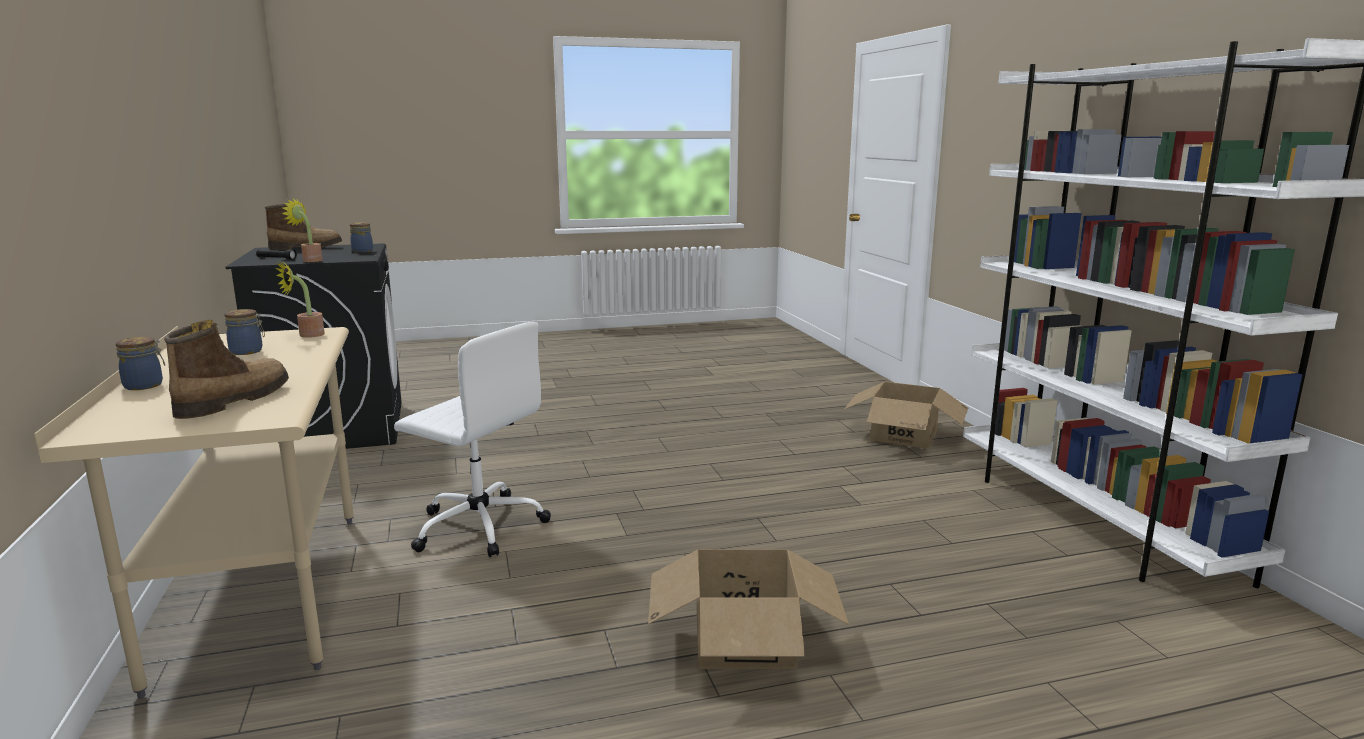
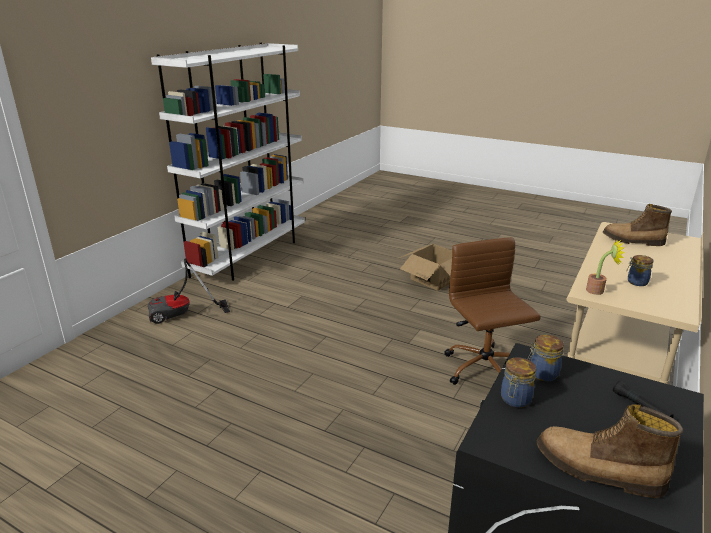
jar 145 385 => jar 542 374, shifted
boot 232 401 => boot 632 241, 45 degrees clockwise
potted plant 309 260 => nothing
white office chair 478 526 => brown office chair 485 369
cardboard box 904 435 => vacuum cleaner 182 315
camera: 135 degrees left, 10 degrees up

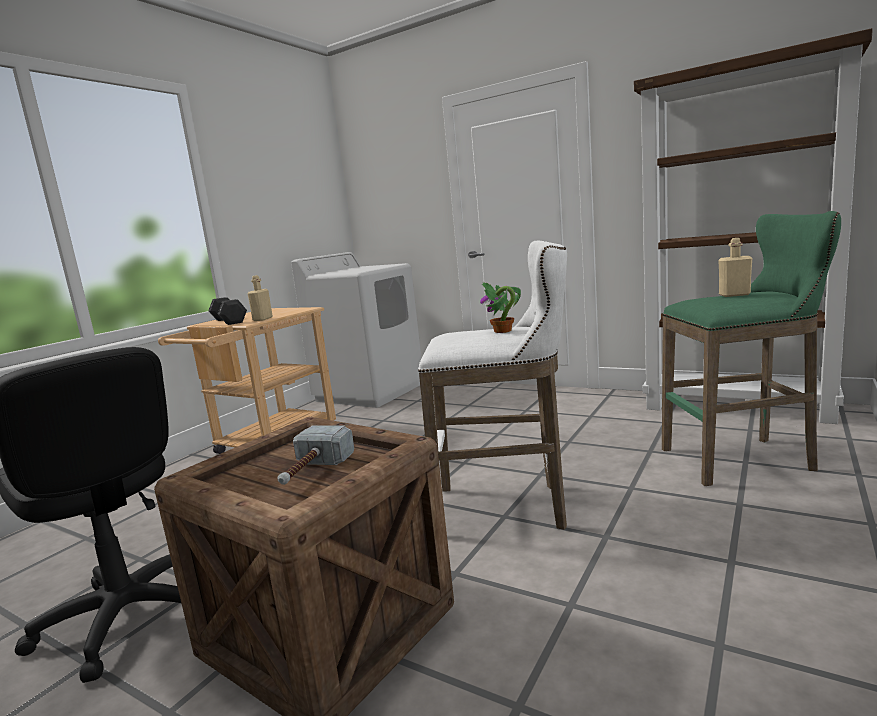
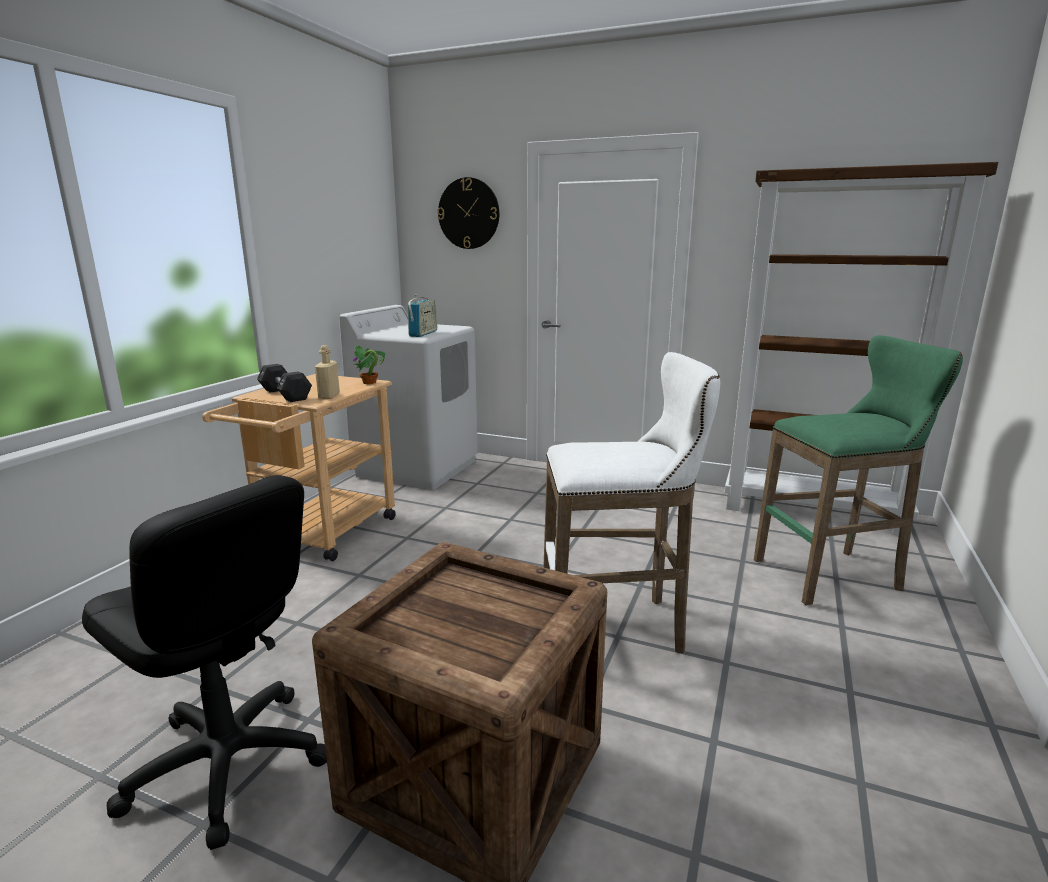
hammer 311 472 => nothing
potted plant 502 331 => potted plant 369 382, shifted
beige bottle 734 295 => nothing
nothing => radio 423 333
nothing => wall clock 469 213
camera: 10 degrees left, 5 degrees up

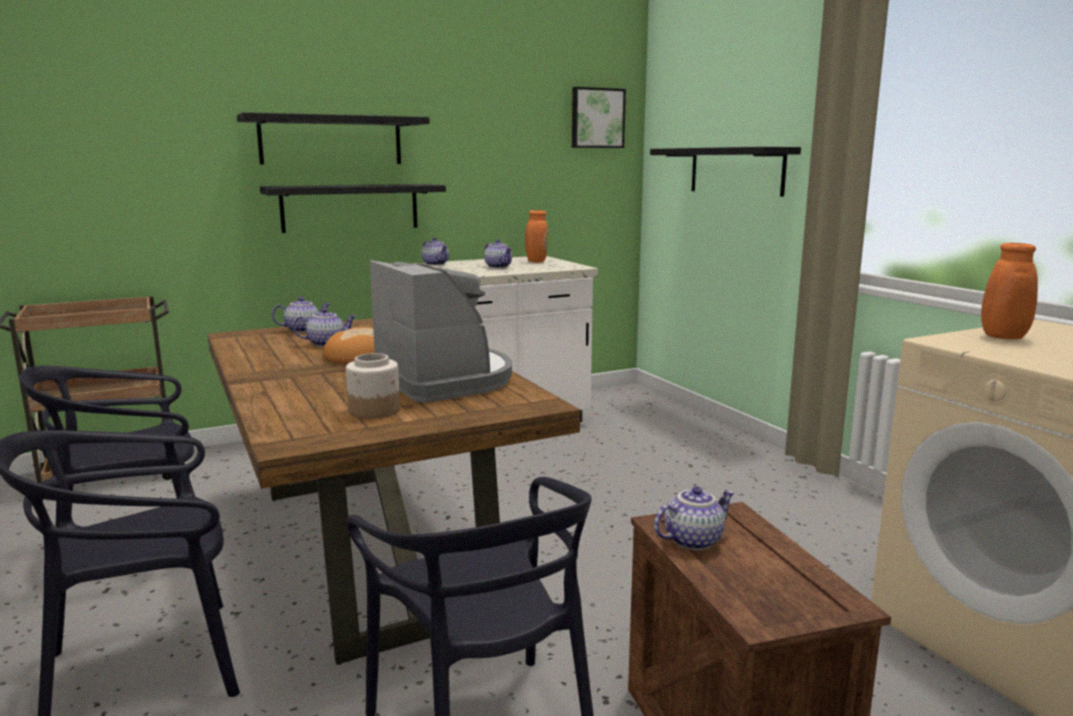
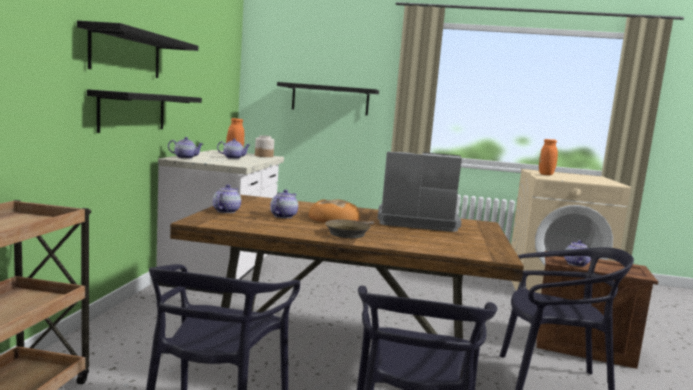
jar 375 410 => jar 264 156, shifted
picture 597 118 => nothing
nothing => brown frying pan 349 233
camera: 55 degrees left, 5 degrees down

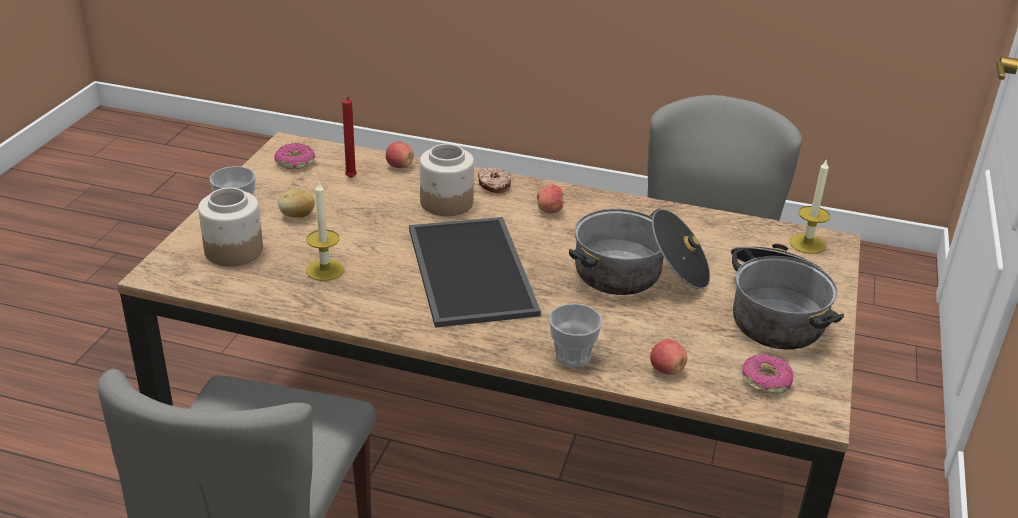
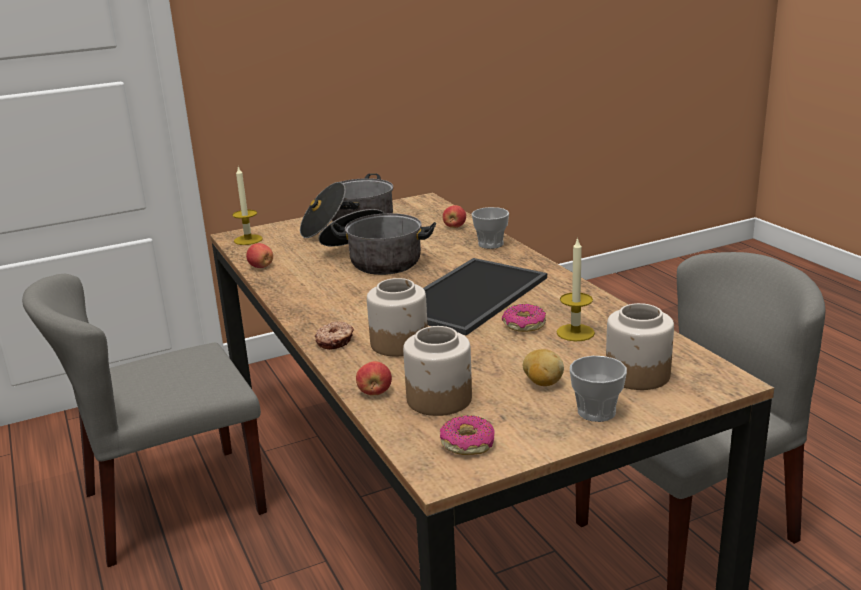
red candle 351 179 => jar 440 399
apple 550 210 => apple 261 267, shifted
donut 765 380 => donut 524 325, shifted
camera: 130 degrees left, 10 degrees down

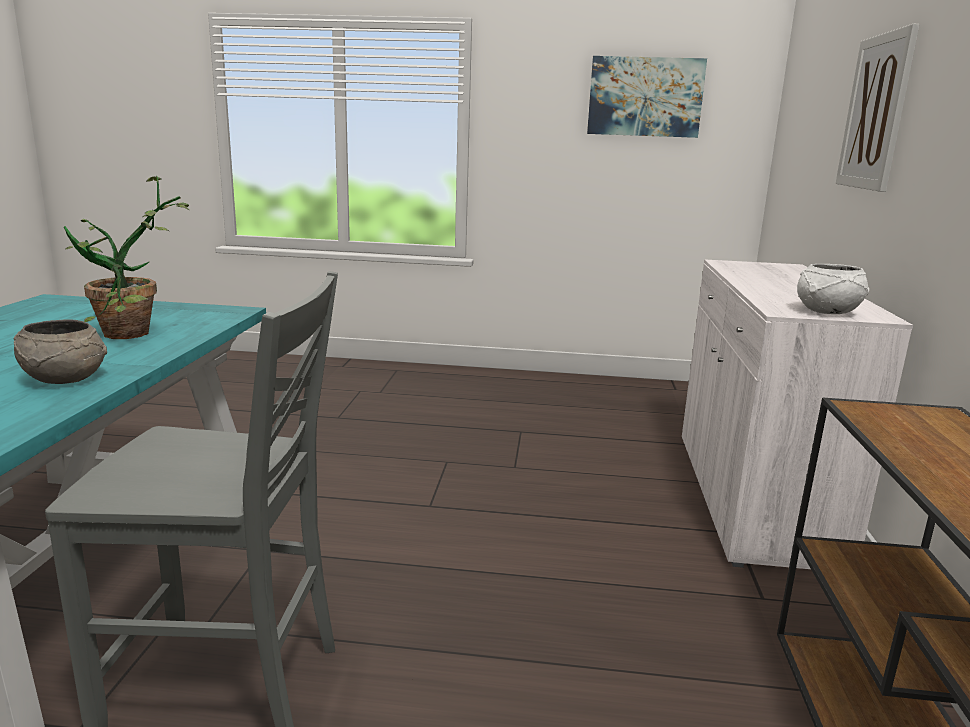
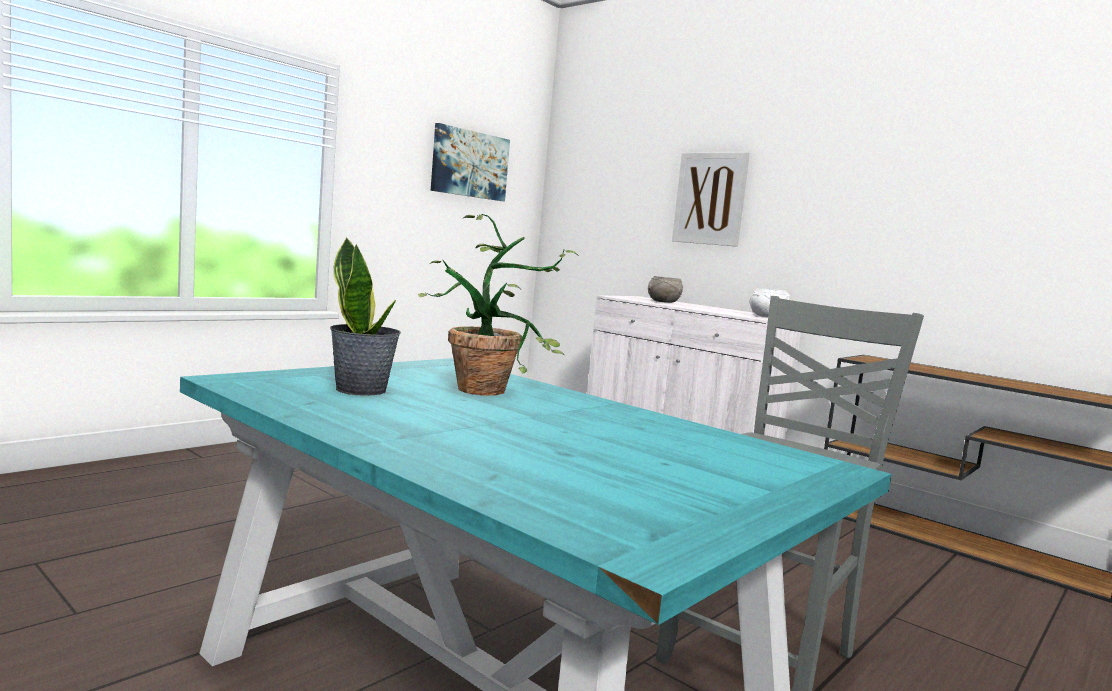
grey bowl 64 379 => grey bowl 663 302, shifted
nothing => potted plant 362 390
camera: 55 degrees left, 10 degrees down

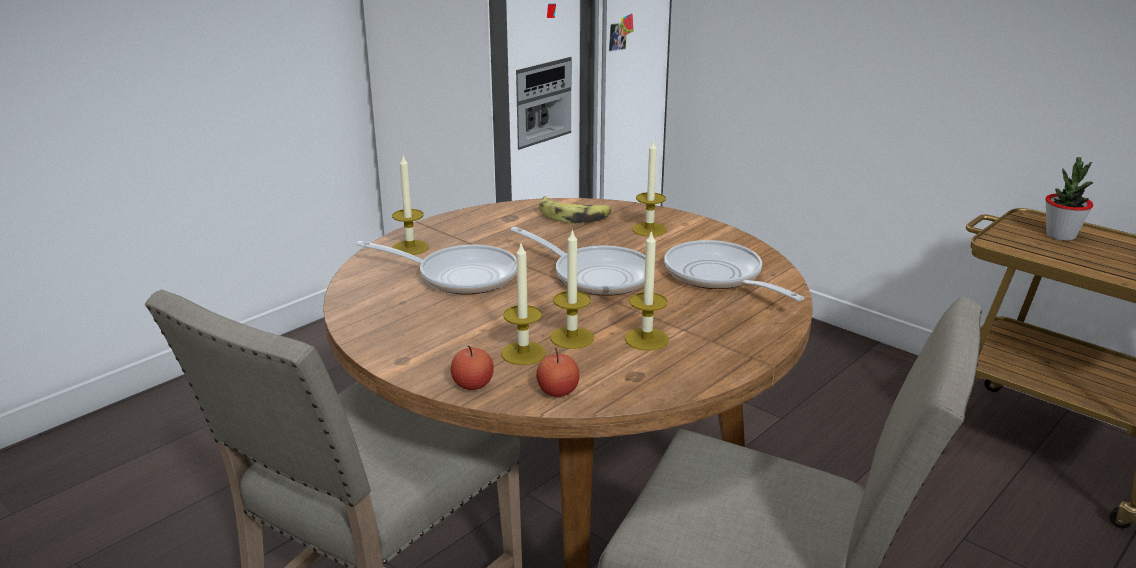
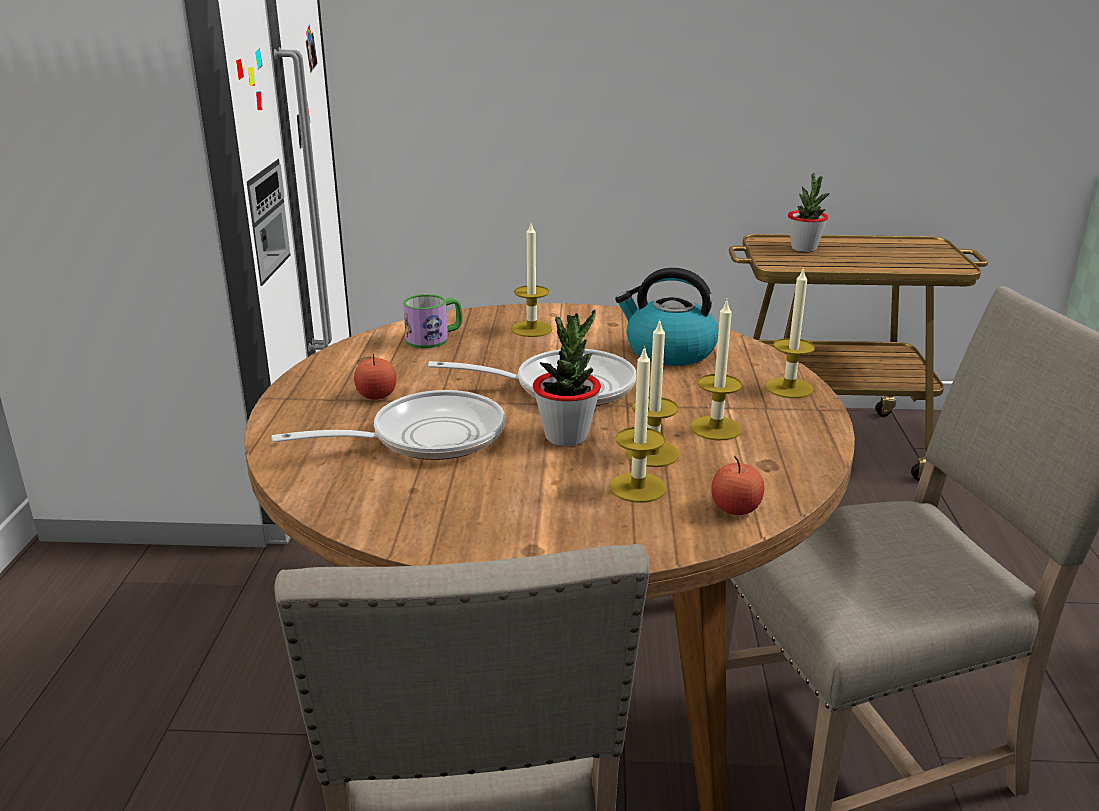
candle 410 247 => candle 789 388, shifted
apple 473 385 => apple 376 396, shifted
banana 574 216 => mug 434 338
frying pan 718 277 => kettle 668 352
nothing => potted plant 566 436
camera: 40 degrees left, 0 degrees up

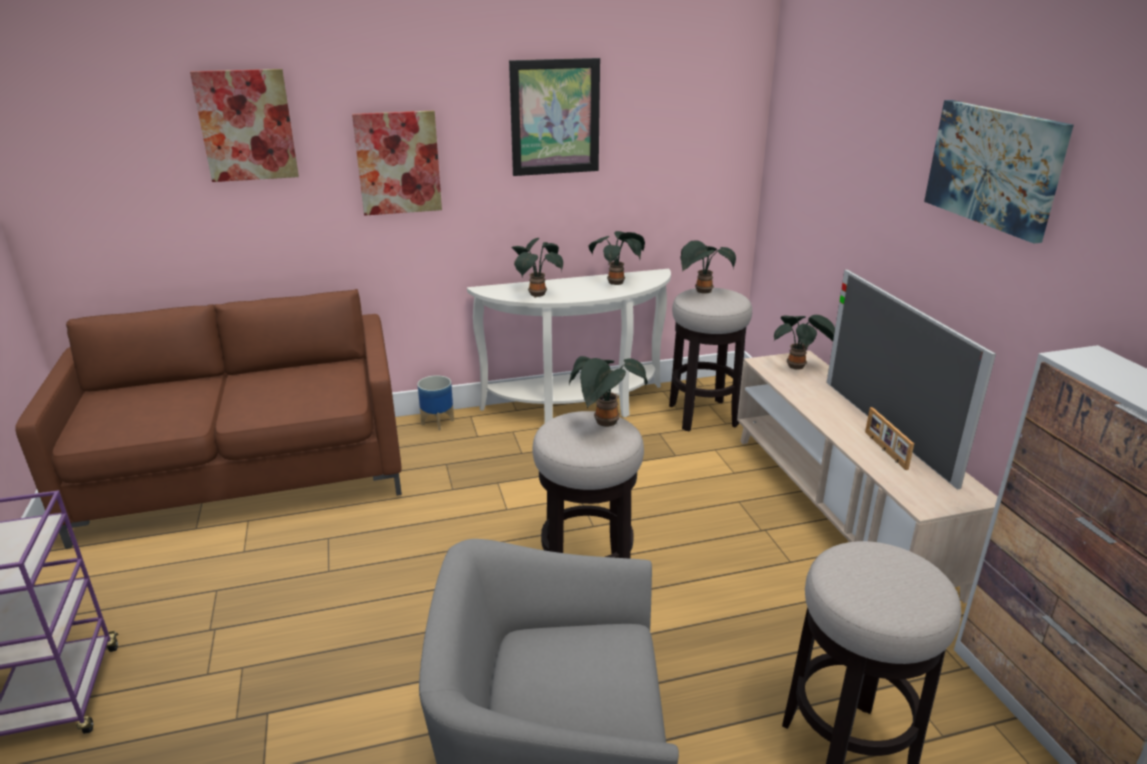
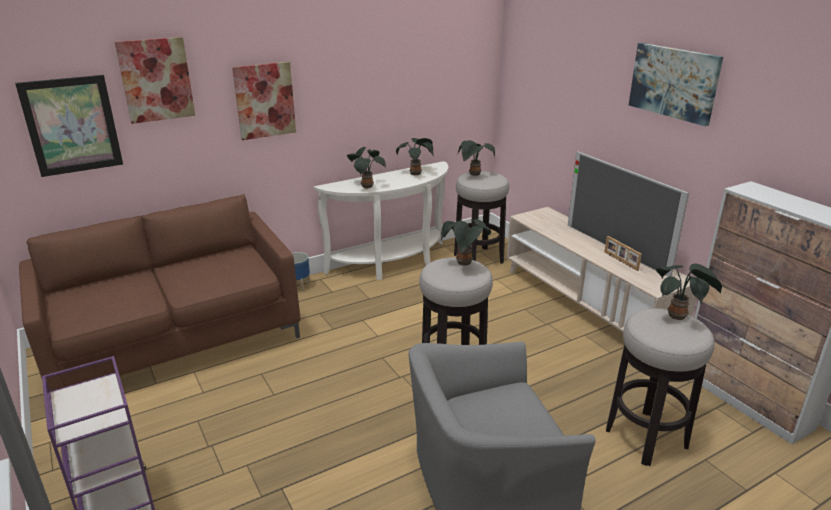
picture 555 117 => picture 72 125, shifted
potted plant 798 367 => potted plant 679 316, shifted
camera: 15 degrees left, 0 degrees up

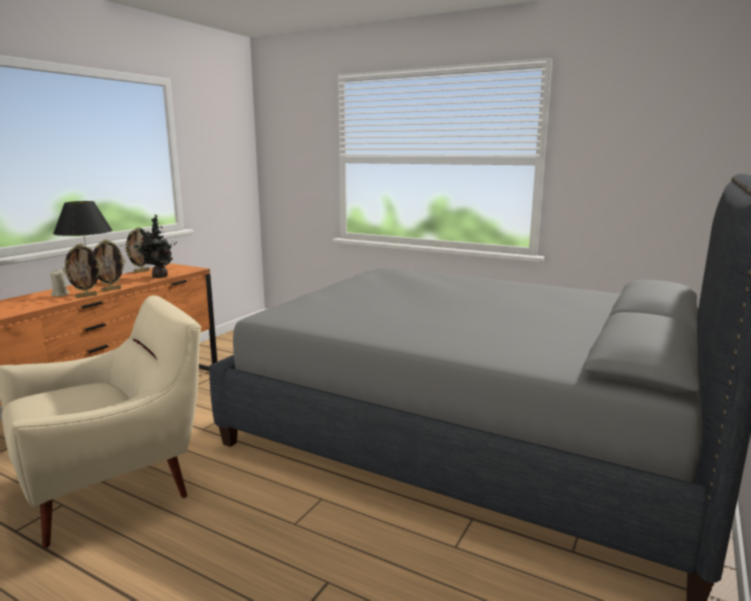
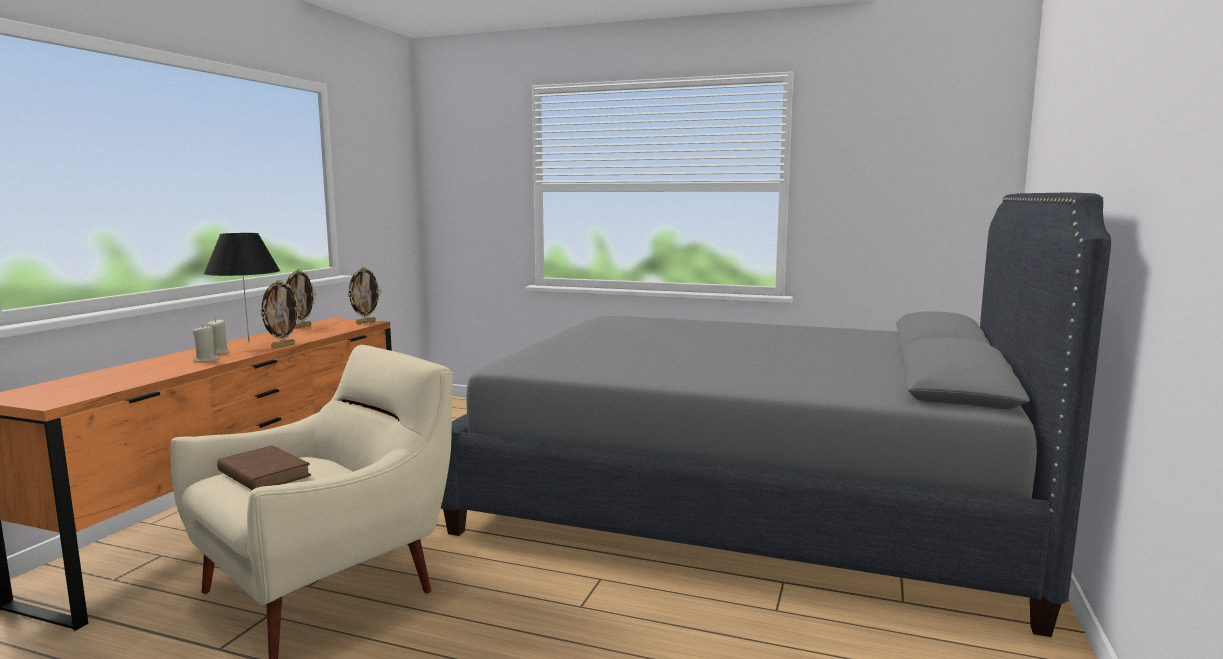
picture frame 86 296 => picture frame 365 322, shifted
potted plant 159 277 => nothing
nothing => beige candle 206 360
nothing => brown book 263 473
camera: 10 degrees left, 5 degrees down

